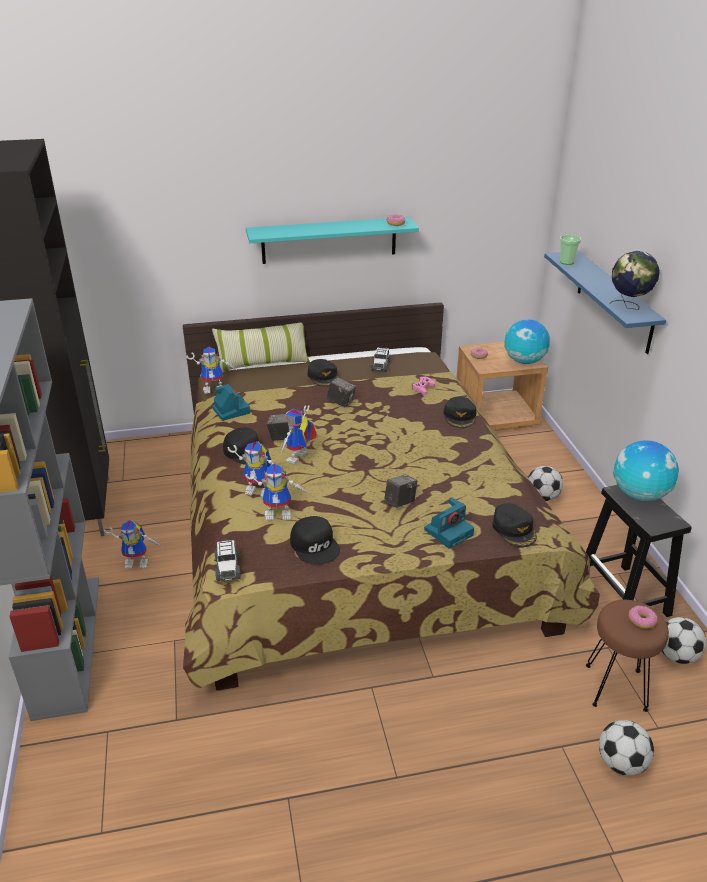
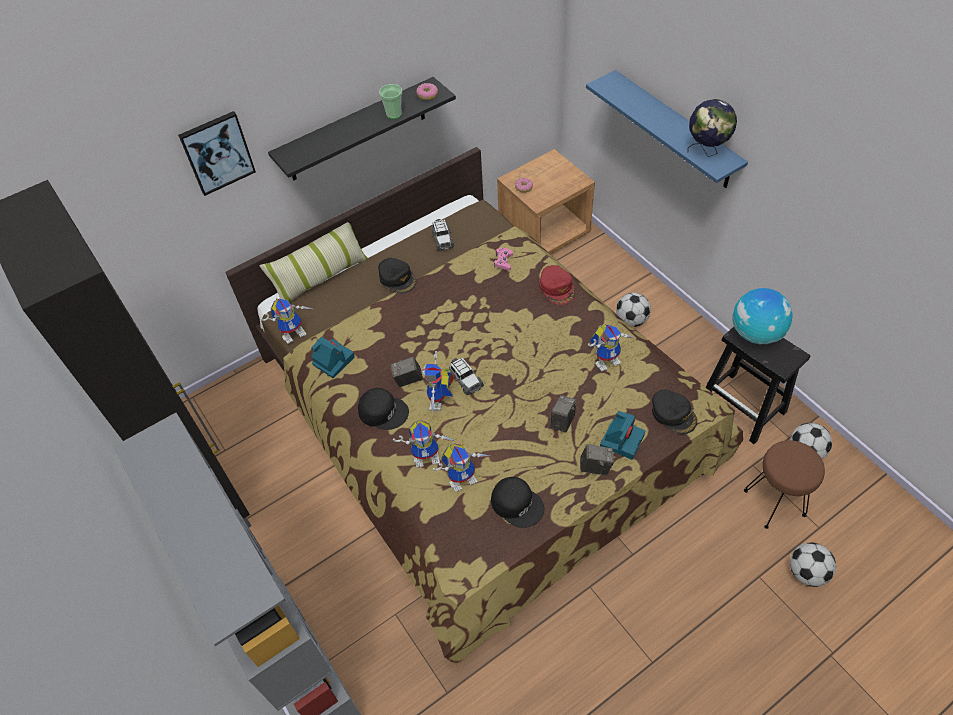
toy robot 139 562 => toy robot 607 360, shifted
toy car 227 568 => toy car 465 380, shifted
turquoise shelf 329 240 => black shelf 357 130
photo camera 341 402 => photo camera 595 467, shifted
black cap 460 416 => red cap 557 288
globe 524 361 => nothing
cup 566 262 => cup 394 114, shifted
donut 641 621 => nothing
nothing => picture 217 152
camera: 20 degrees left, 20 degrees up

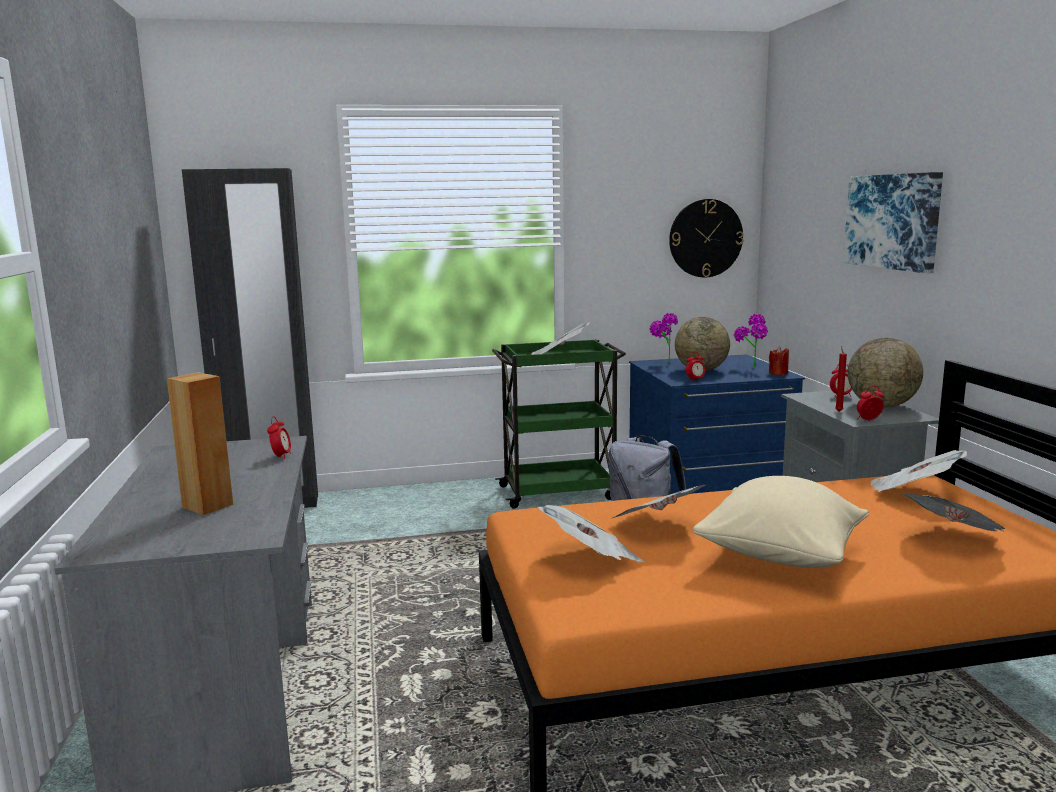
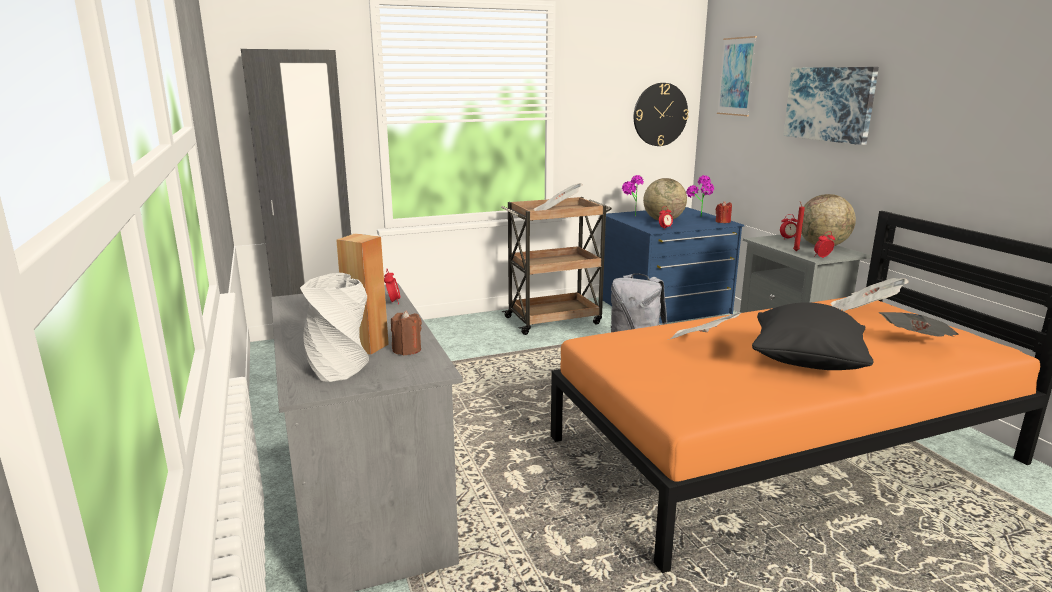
green cart 559 492 => brown cart 554 320
newspaper 591 559 => nothing
beige pillow 780 558 => black pillow 806 364
nothing => grey vase 338 367
nothing => brown candle 407 350
nothing => picture 736 76
camera: 10 degrees left, 5 degrees up

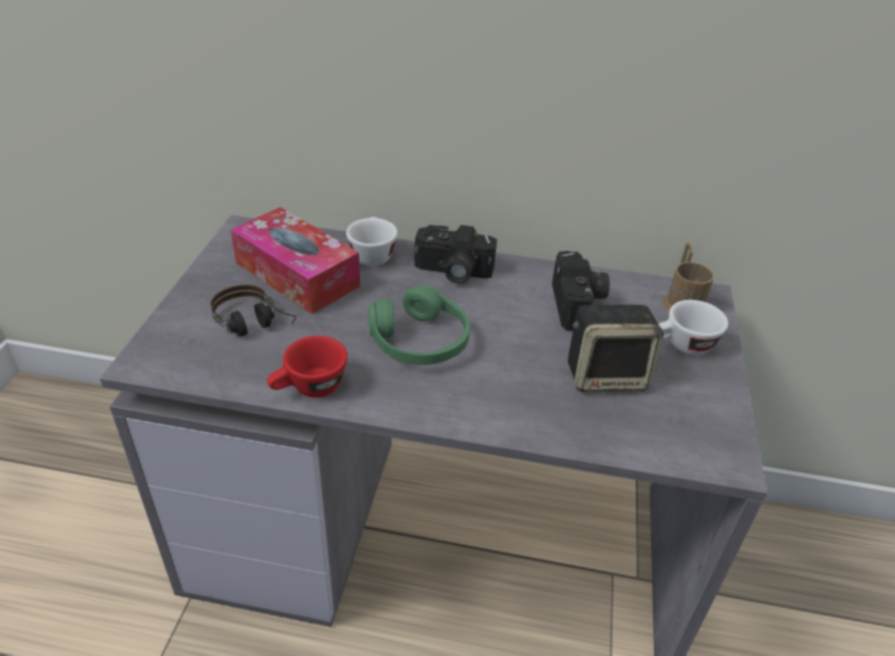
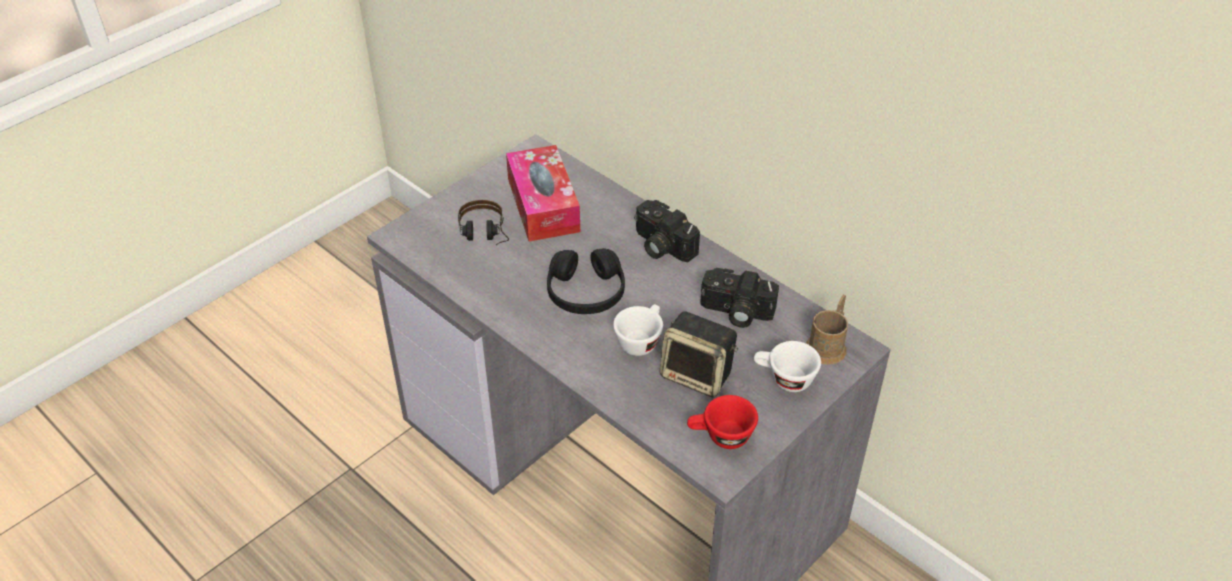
red cup 309 388 => red cup 720 437, shifted
white cup 371 253 => white cup 640 340, shifted
green headphones 420 341 => black headphones 586 292
photo camera 579 304 => photo camera 735 312, 75 degrees clockwise
camera: 35 degrees right, 5 degrees up

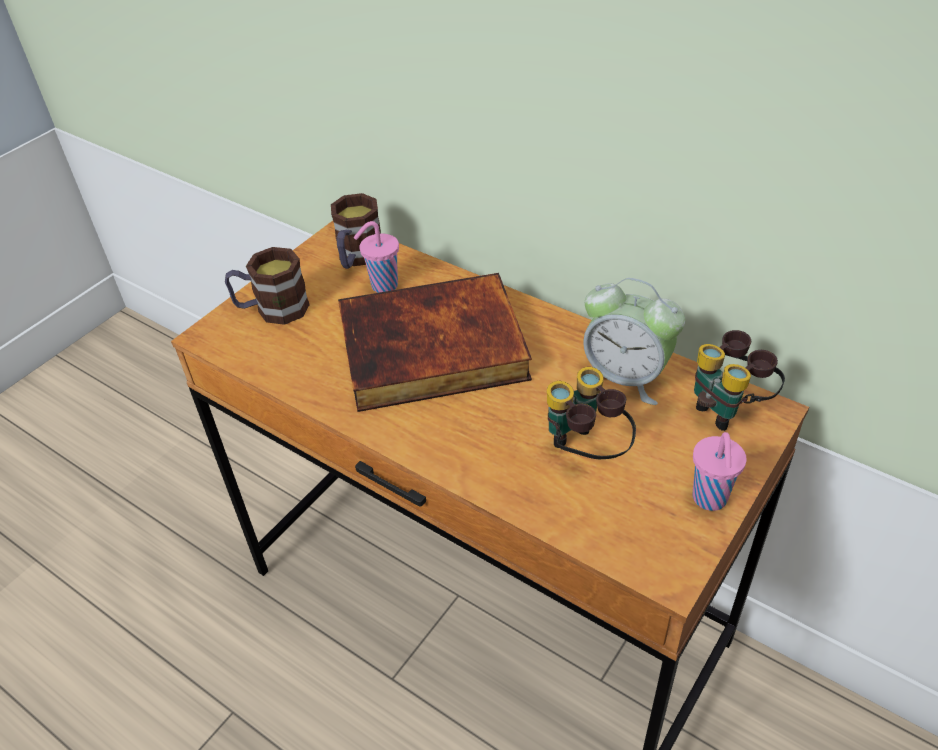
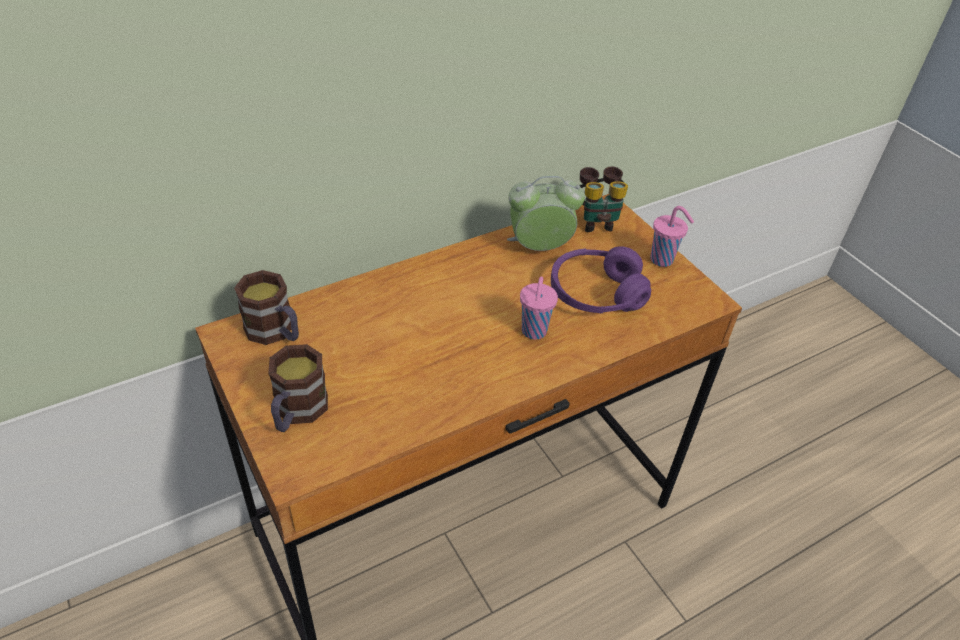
book 432 351 => nothing
pink cup 382 286 => pink cup 533 332, shifted
binoculars 585 453 => purple headphones 596 294
alarm clock 625 378 => alarm clock 539 248, 150 degrees counterclockwise
camera: 70 degrees left, 0 degrees up

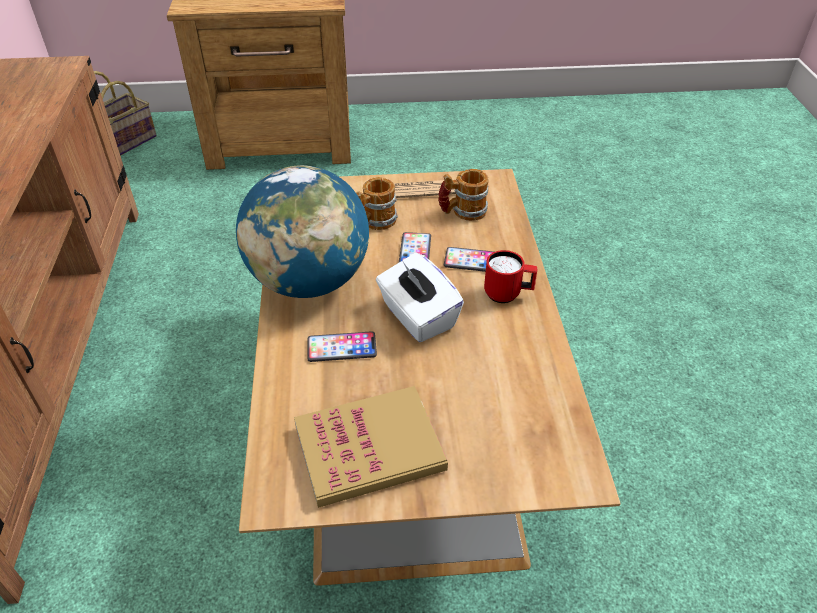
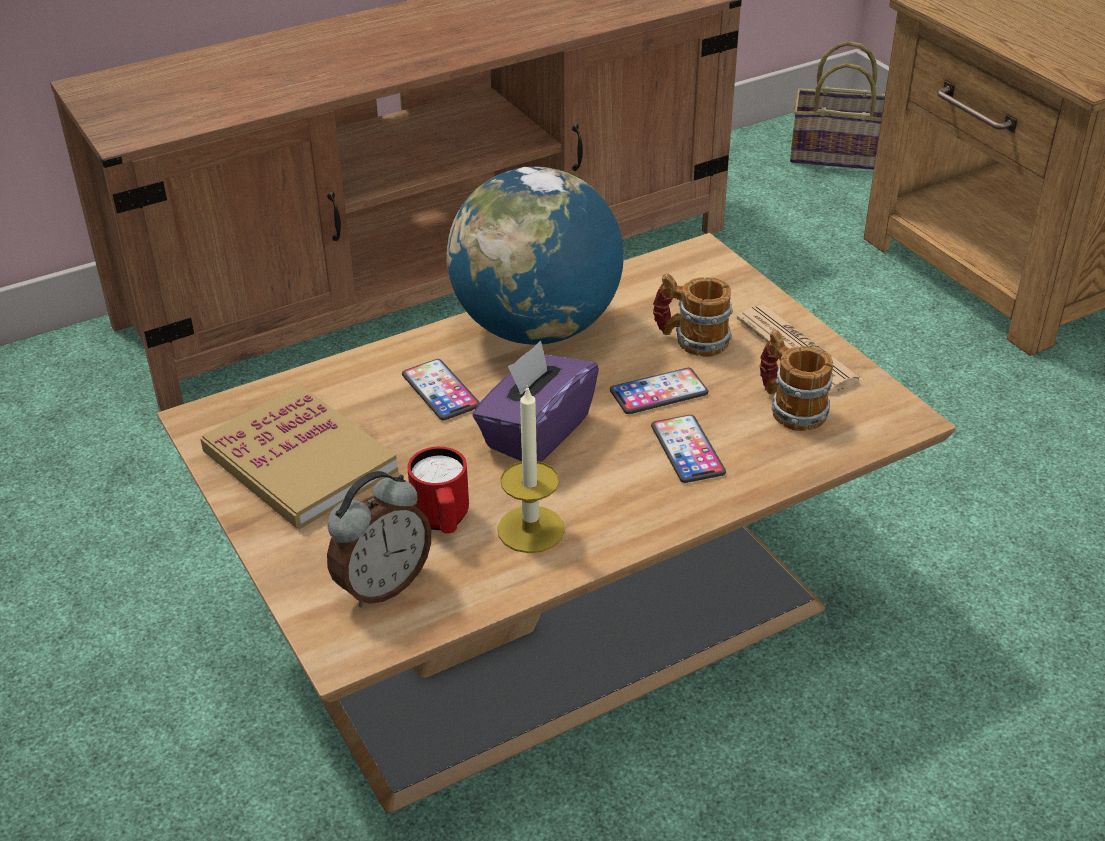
white tissue box 417 316 => purple tissue box 536 432
red mug 508 294 => red mug 443 522, shifted
nothing => alarm clock 382 585
nothing => candle 531 529
camera: 65 degrees right, 5 degrees down

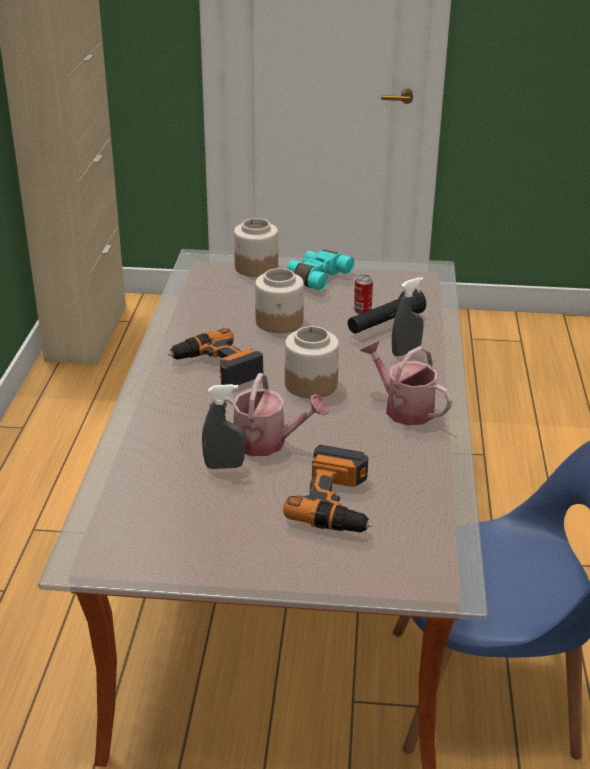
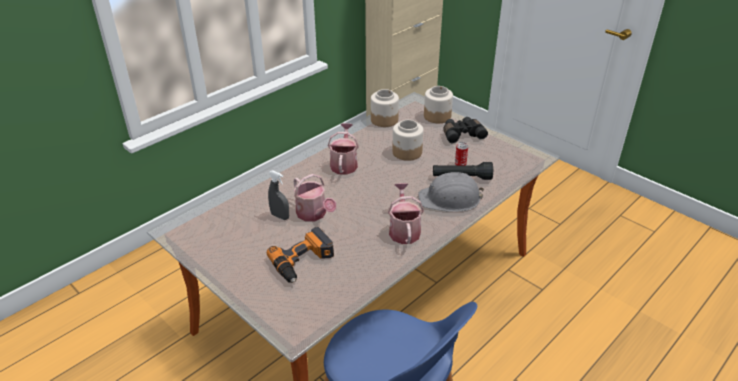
power drill 217 367 => watering can 344 164
jar 311 384 => jar 384 120, shifted
turquoise binoculars 317 277 => black binoculars 462 134
grey spray bottle 406 352 => grey hard hat 450 199
camera: 40 degrees right, 5 degrees up

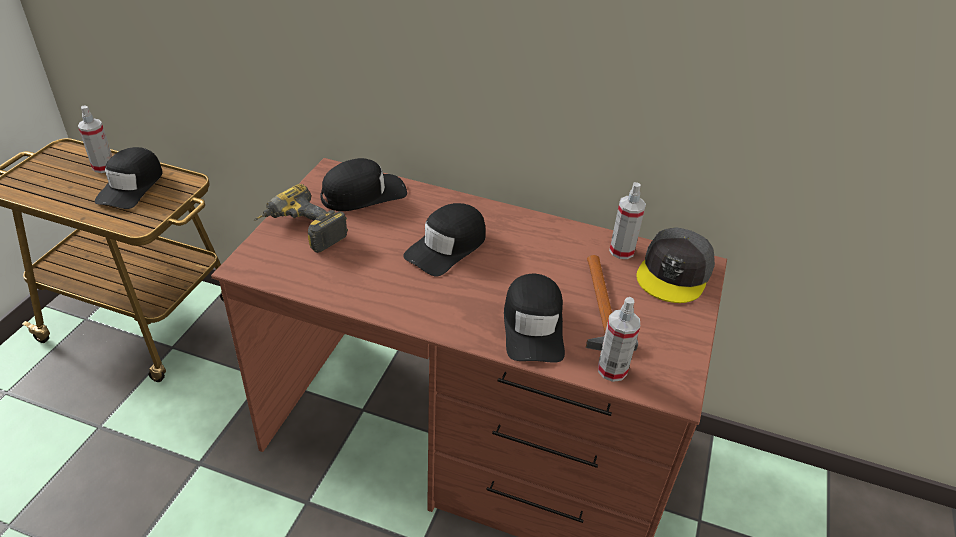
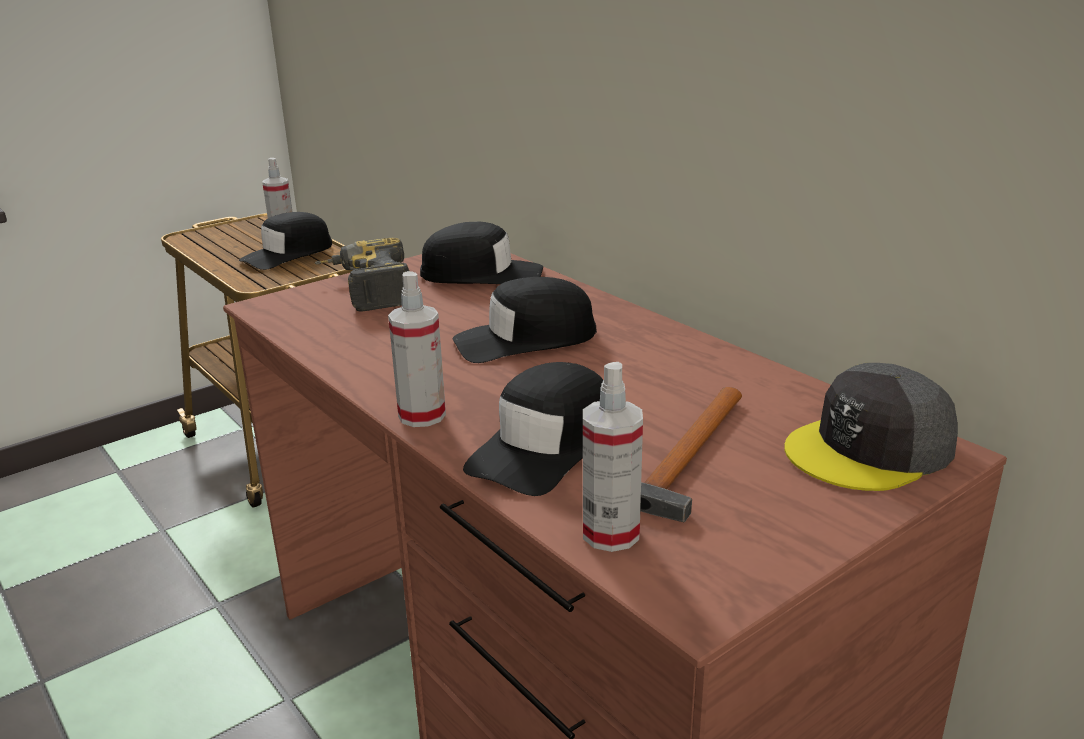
spray bottle 621 251 => spray bottle 422 415, shifted
camera: 35 degrees right, 15 degrees down

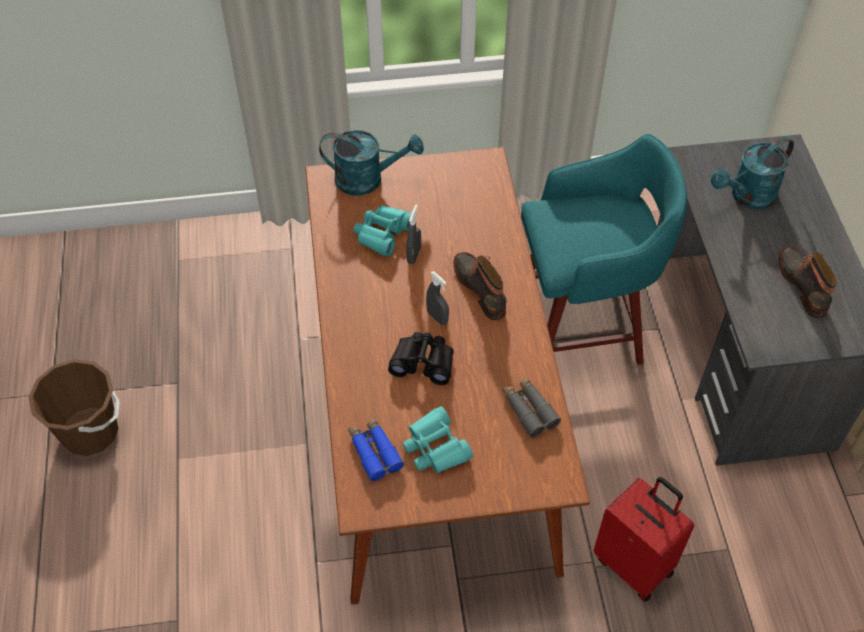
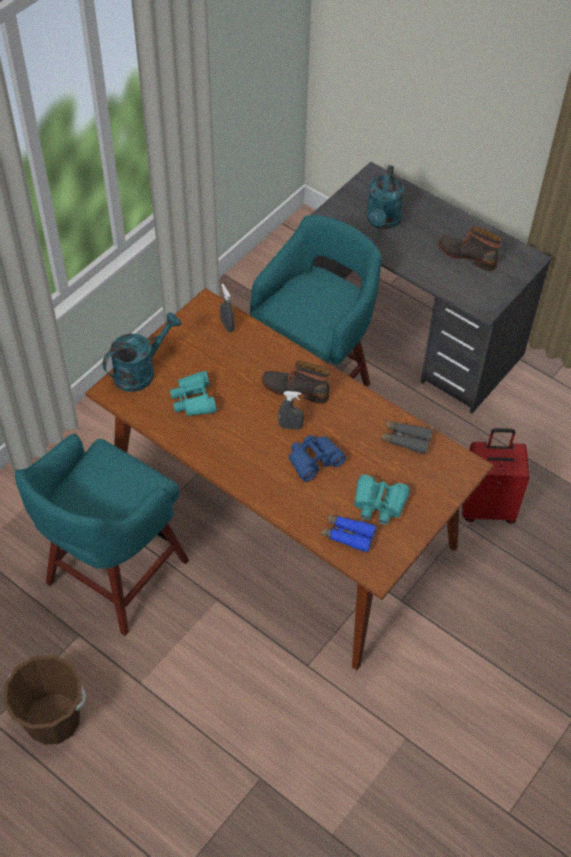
black binoculars 423 362 => blue binoculars 314 460
grey spray bottle 414 255 => grey spray bottle 227 326, shifted
nothing => turquoise stool 114 575
camera: 45 degrees left, 0 degrees up

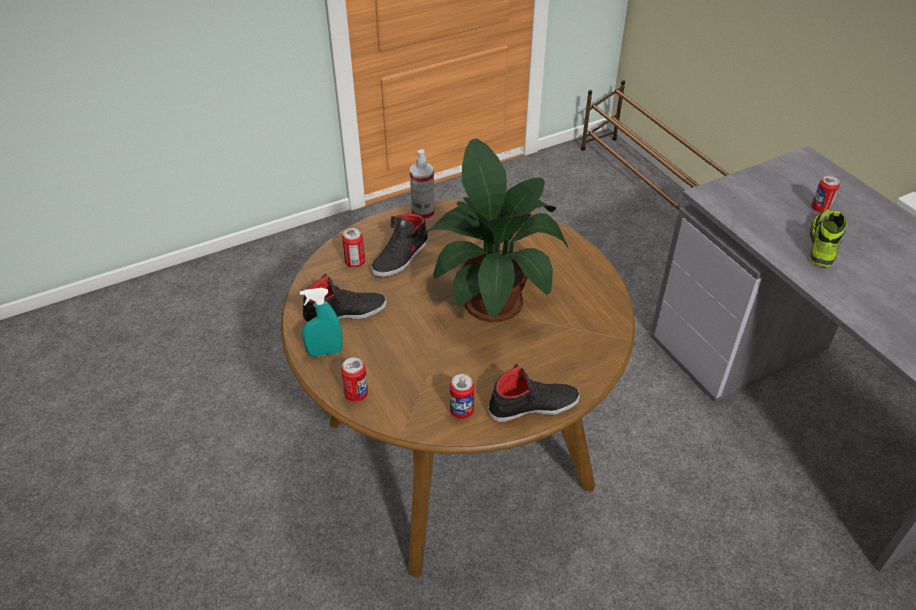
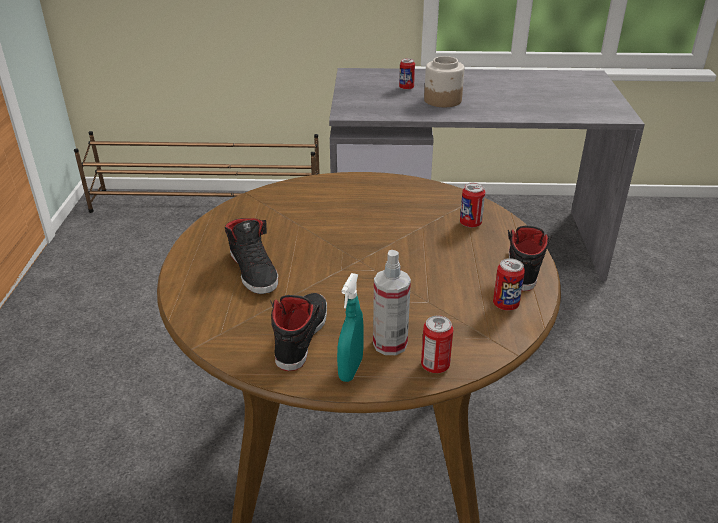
can 355 262 => can 470 223, shifted
spray bottle 423 213 => spray bottle 390 344, shifted
potted plant 493 297 => nothing
shoe 822 244 => jar 442 100
camera: 60 degrees left, 10 degrees down

